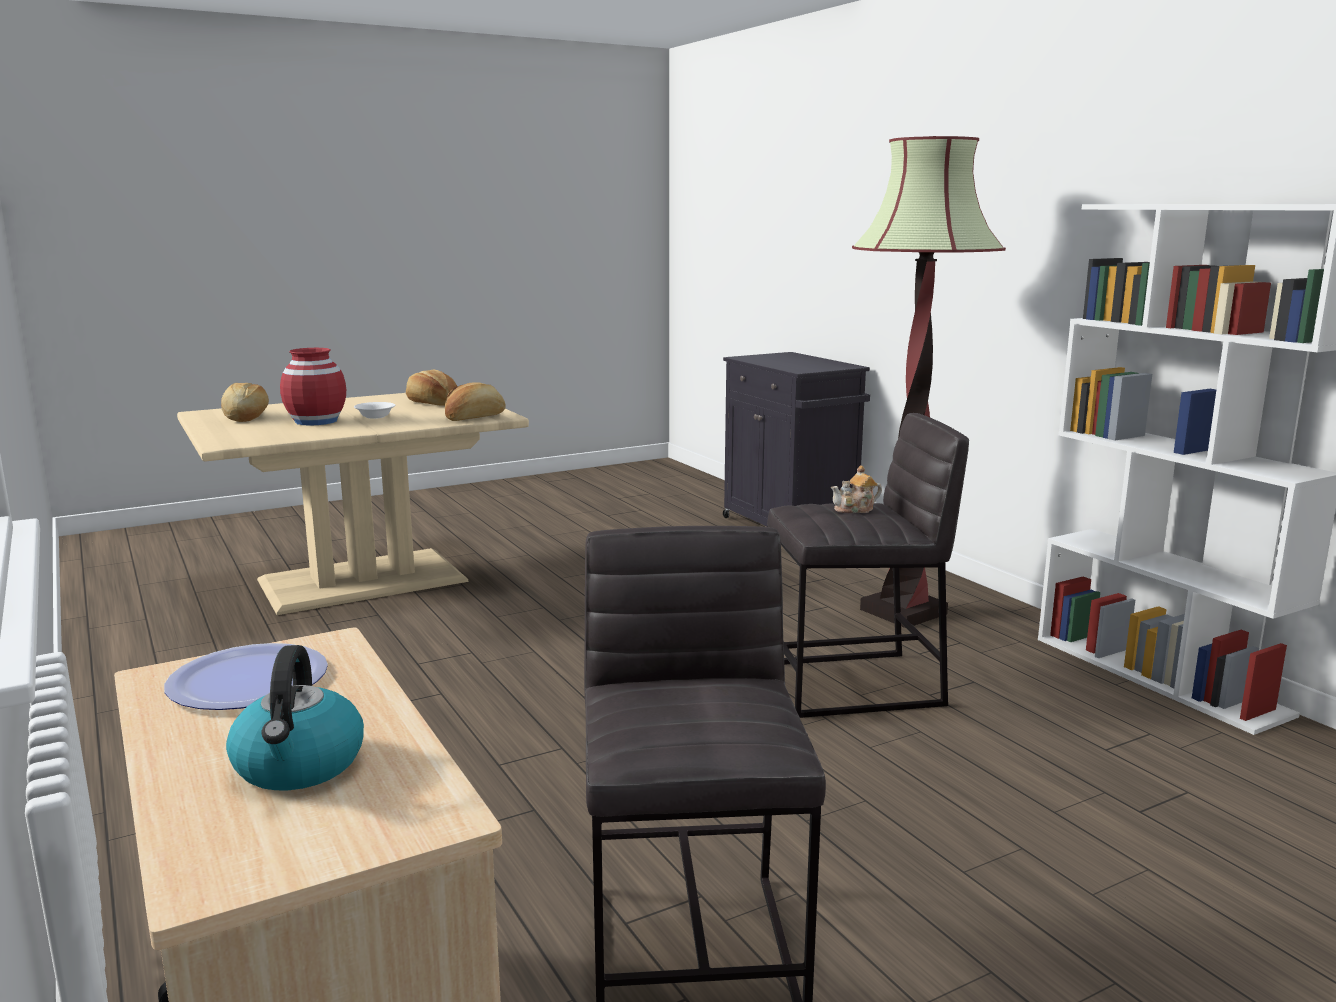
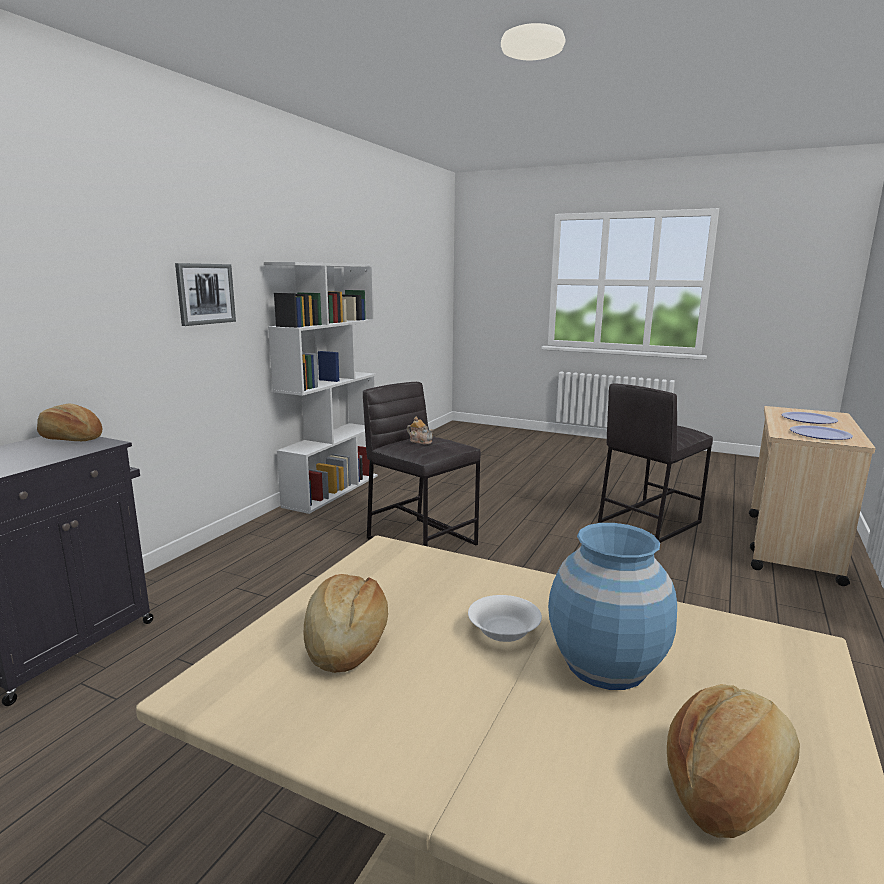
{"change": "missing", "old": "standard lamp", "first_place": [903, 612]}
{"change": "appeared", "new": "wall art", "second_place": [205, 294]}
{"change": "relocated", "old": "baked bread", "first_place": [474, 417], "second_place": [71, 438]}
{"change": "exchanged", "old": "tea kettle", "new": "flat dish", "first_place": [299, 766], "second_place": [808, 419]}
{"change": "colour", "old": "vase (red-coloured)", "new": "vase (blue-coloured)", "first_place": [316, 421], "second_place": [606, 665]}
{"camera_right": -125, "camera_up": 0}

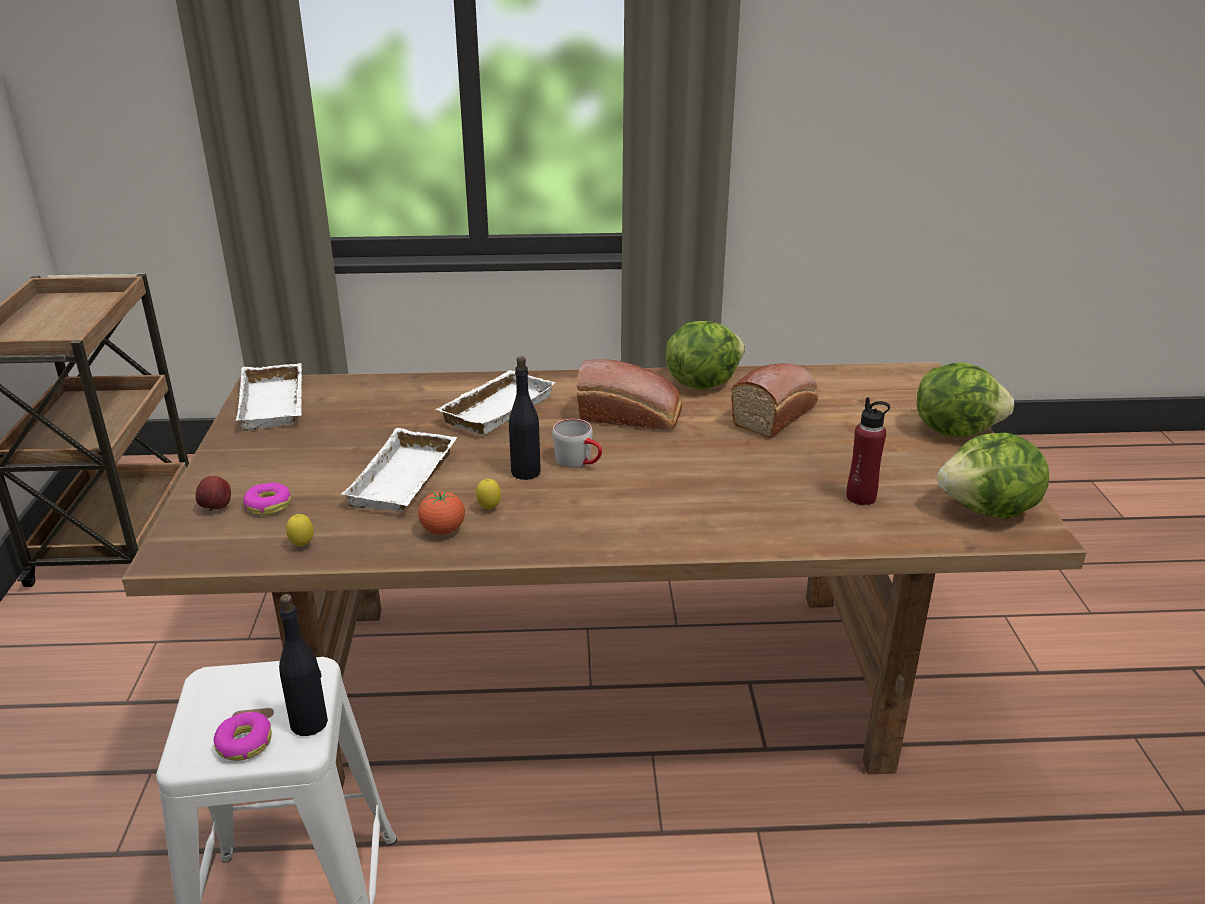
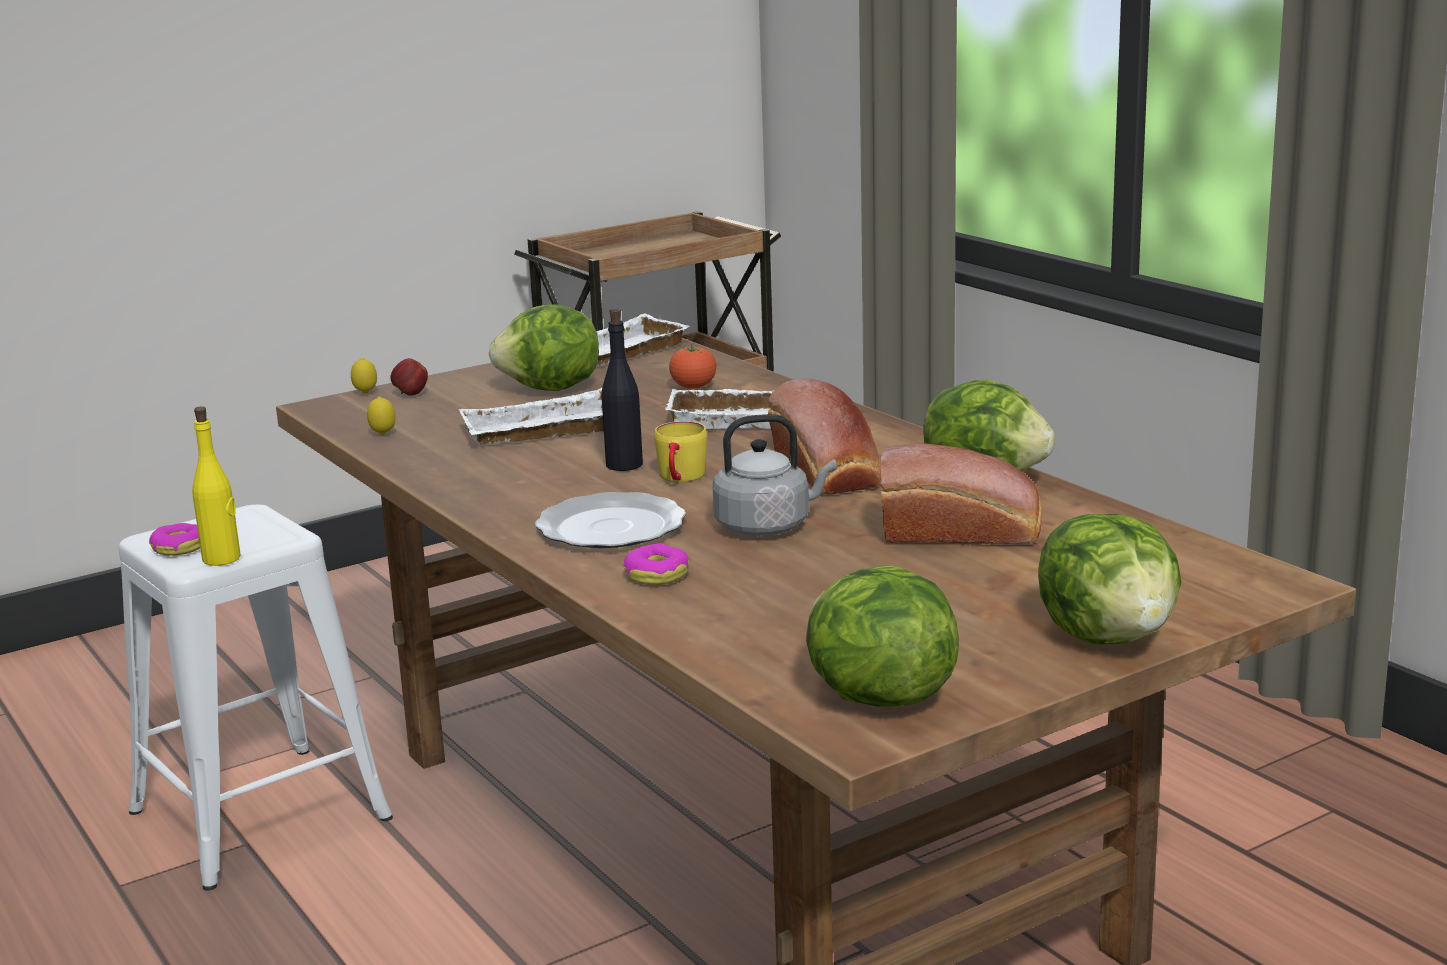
{"change": "missing", "old": "bottle (red-coloured)", "first_place": [861, 497]}
{"change": "appeared", "new": "lettuce", "second_place": [551, 389]}
{"change": "appeared", "new": "flat dish", "second_place": [610, 527]}
{"change": "appeared", "new": "tea kettle (grey)", "second_place": [768, 526]}
{"change": "relocated", "old": "ring doughnut", "first_place": [268, 505], "second_place": [656, 575]}
{"change": "relocated", "old": "fresh tomato", "first_place": [443, 530], "second_place": [693, 387]}
{"change": "relocated", "old": "lemon", "first_place": [489, 509], "second_place": [365, 393]}
{"change": "colour", "old": "bottle (black)", "new": "bottle (yellow)", "first_place": [309, 723], "second_place": [222, 559]}
{"change": "colour", "old": "coffee mug (grey)", "new": "coffee mug (yellow)", "first_place": [580, 462], "second_place": [680, 478]}
{"camera_right": 60, "camera_up": -10}

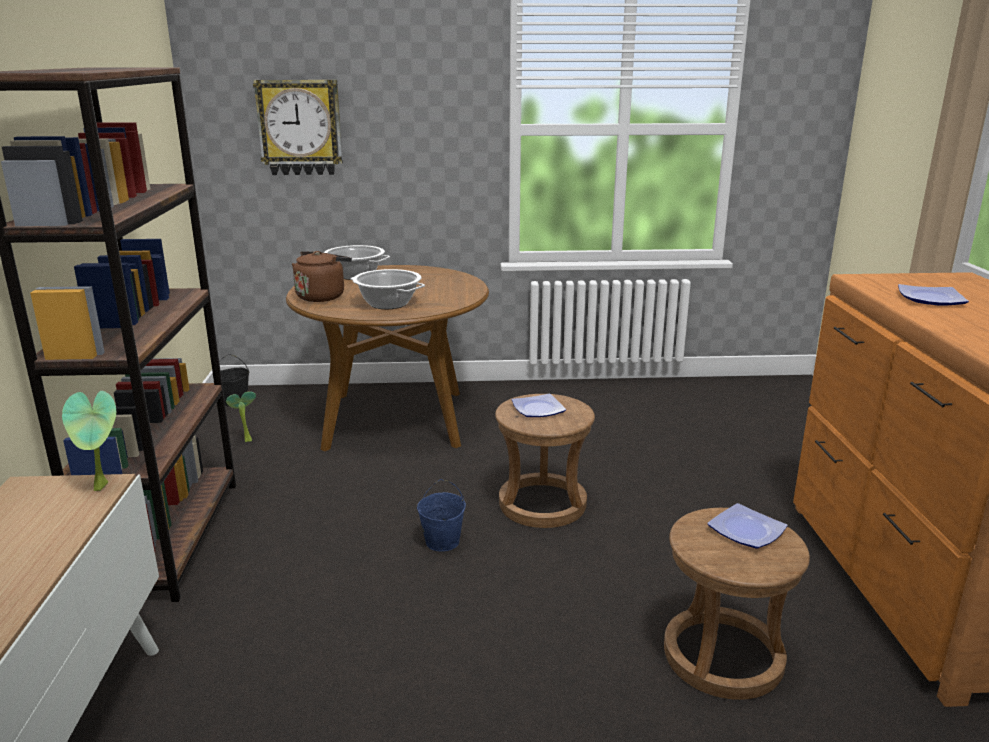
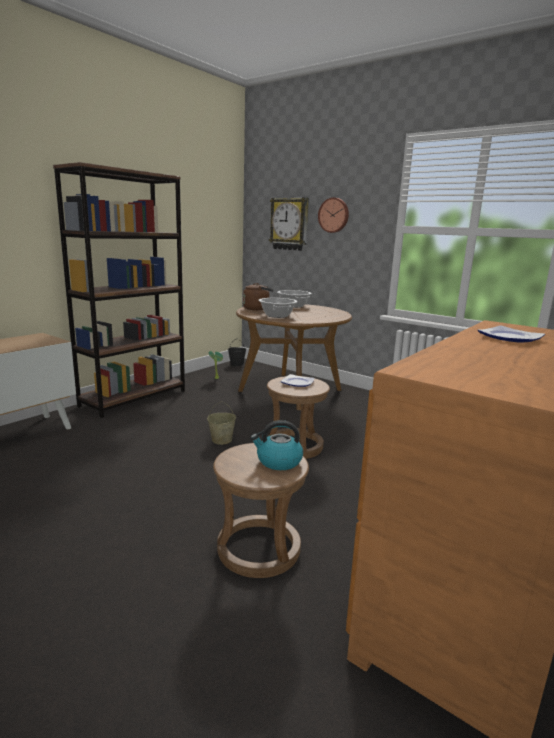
{"change": "missing", "old": "houseplant", "first_place": [103, 487]}
{"change": "appeared", "new": "hanging clock", "second_place": [334, 215]}
{"change": "exchanged", "old": "flat dish", "new": "tea kettle", "first_place": [748, 531], "second_place": [278, 461]}
{"change": "colour", "old": "bucket (blue-coloured)", "new": "bucket (sand-coloured)", "first_place": [442, 541], "second_place": [222, 440]}
{"camera_right": 40, "camera_up": -5}

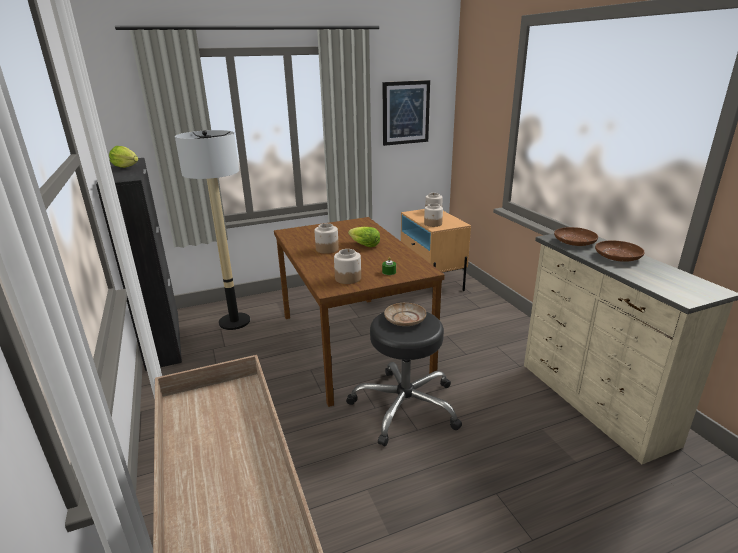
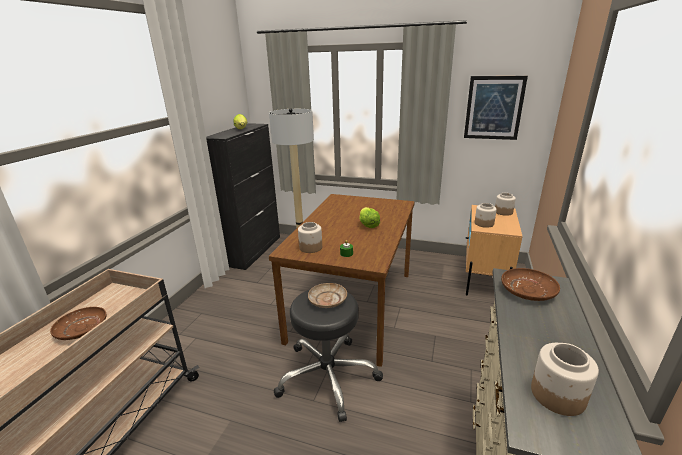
{"change": "relocated", "old": "preserve jar", "first_place": [327, 249], "second_place": [557, 395]}
{"change": "relocated", "old": "flat dish (brown-coloured)", "first_place": [618, 256], "second_place": [82, 328]}
{"camera_right": 40, "camera_up": 0}

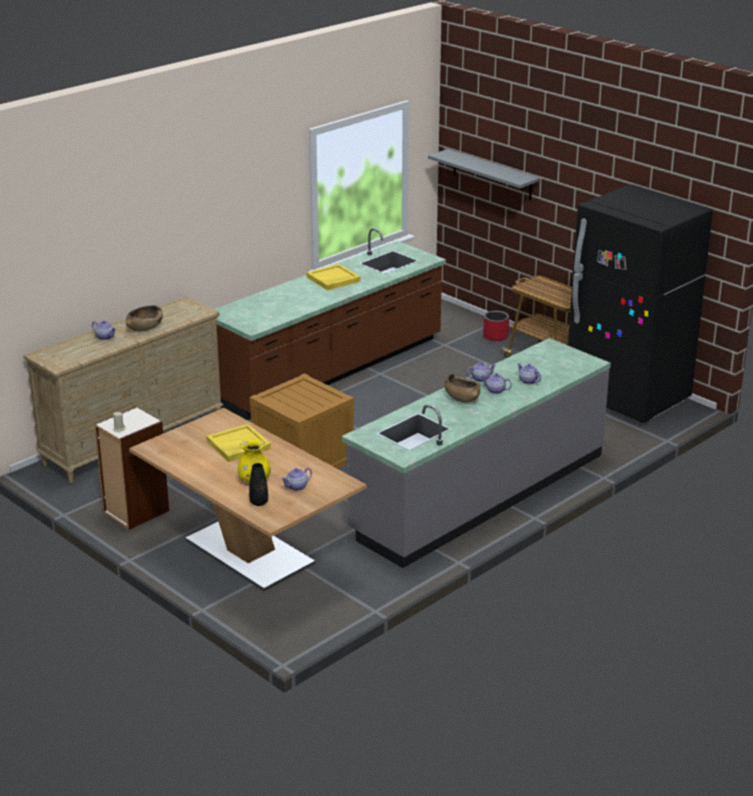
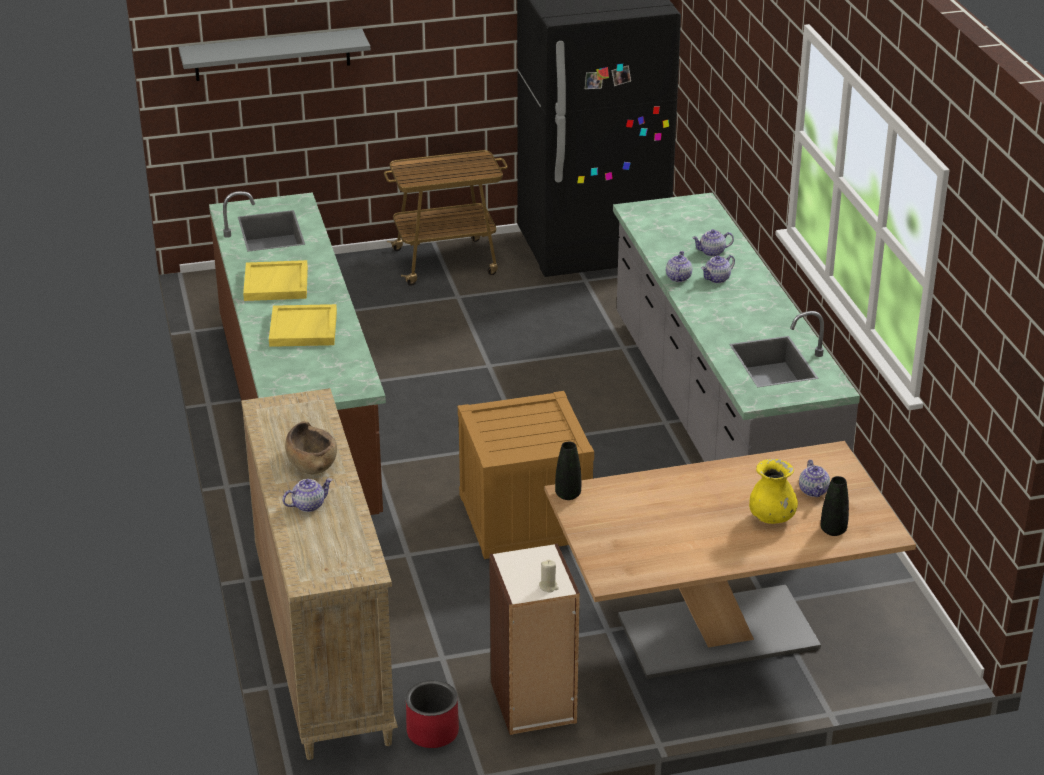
{"change": "missing", "old": "deep dish (brown-coloured)", "first_place": [461, 397]}
{"change": "appeared", "new": "vase (black)", "second_place": [568, 495]}
{"change": "relocated", "old": "serving tray (yellow)", "first_place": [238, 445], "second_place": [304, 329]}
{"change": "relocated", "old": "flower pot (red-coloured)", "first_place": [495, 336], "second_place": [433, 732]}
{"camera_right": -60, "camera_up": 5}

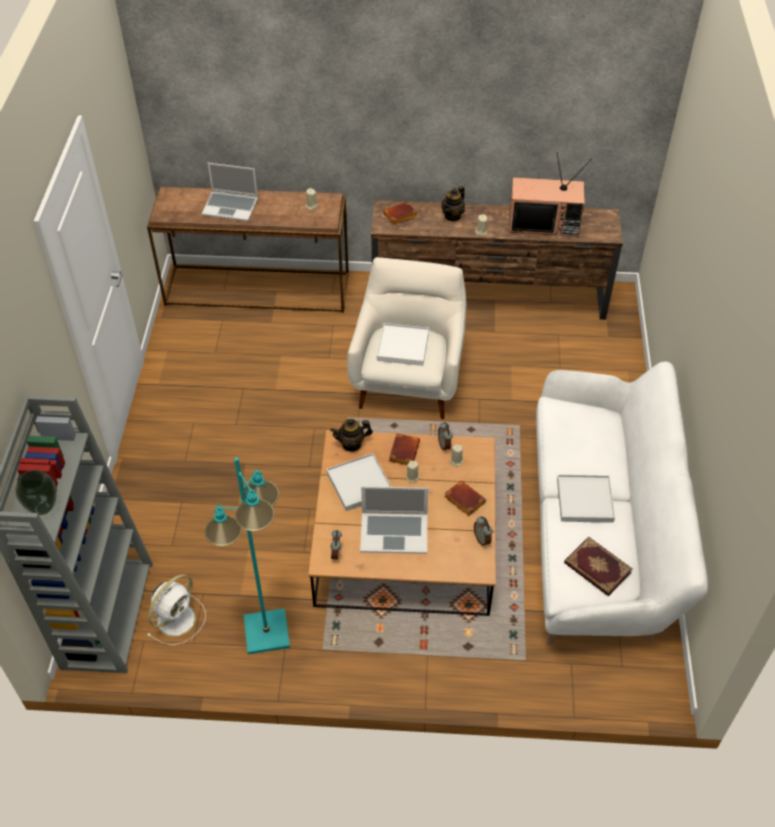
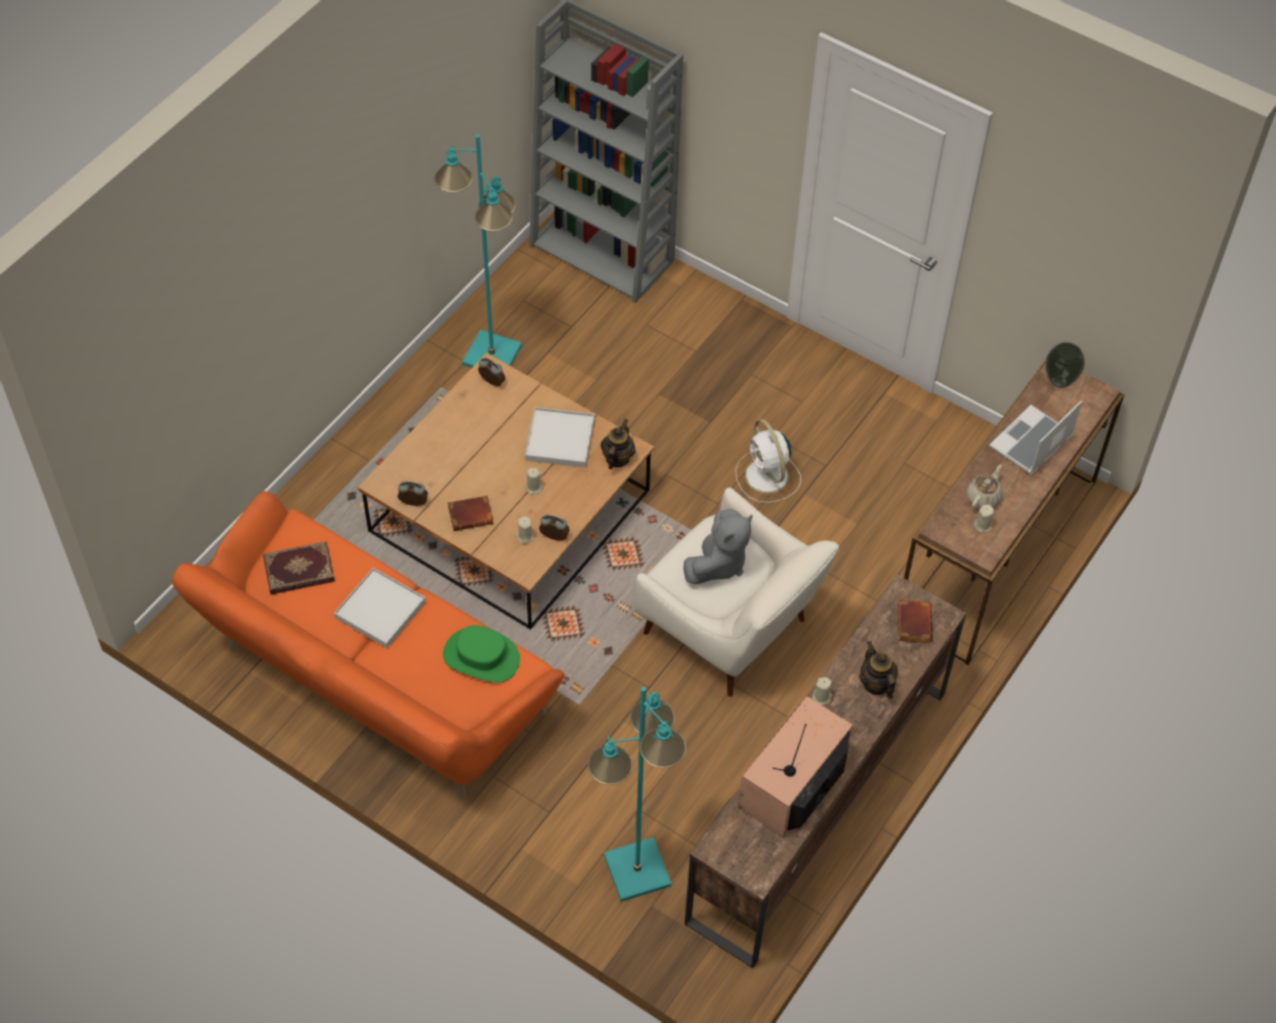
{"change": "missing", "old": "laptop", "first_place": [394, 532]}
{"change": "missing", "old": "volume (brown-coloured)", "first_place": [403, 451]}
{"change": "appeared", "new": "hat (green)", "second_place": [481, 656]}
{"change": "appeared", "new": "standard lamp (blue-green)", "second_place": [636, 871]}
{"change": "appeared", "new": "tea pot (sand-coloured)", "second_place": [983, 497]}
{"change": "relocated", "old": "vase", "first_place": [43, 508], "second_place": [1059, 382]}
{"change": "relocated", "old": "electric fan (whitish)", "first_place": [177, 618], "second_place": [767, 477]}
{"change": "exchanged", "old": "serving tray (whitish)", "new": "soft toy (grey)", "first_place": [403, 346], "second_place": [718, 563]}
{"change": "colour", "old": "couch (whitish)", "new": "couch (orange)", "first_place": [599, 536], "second_place": [375, 685]}
{"camera_right": 120, "camera_up": 5}

